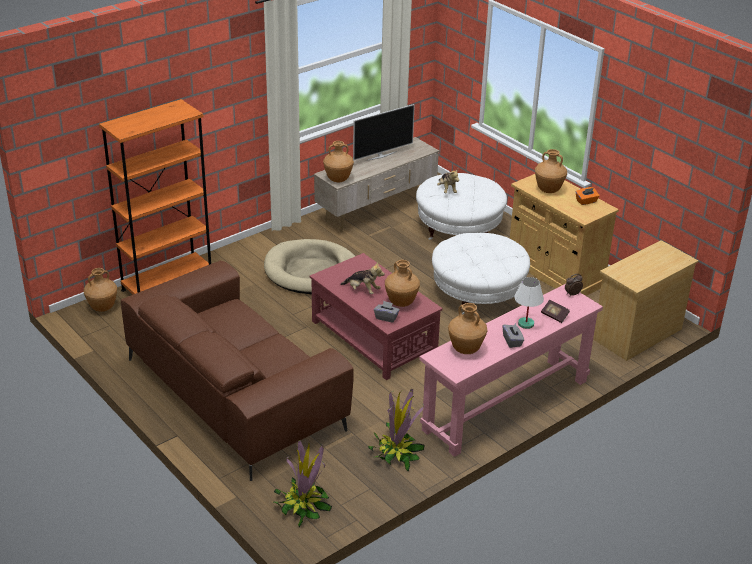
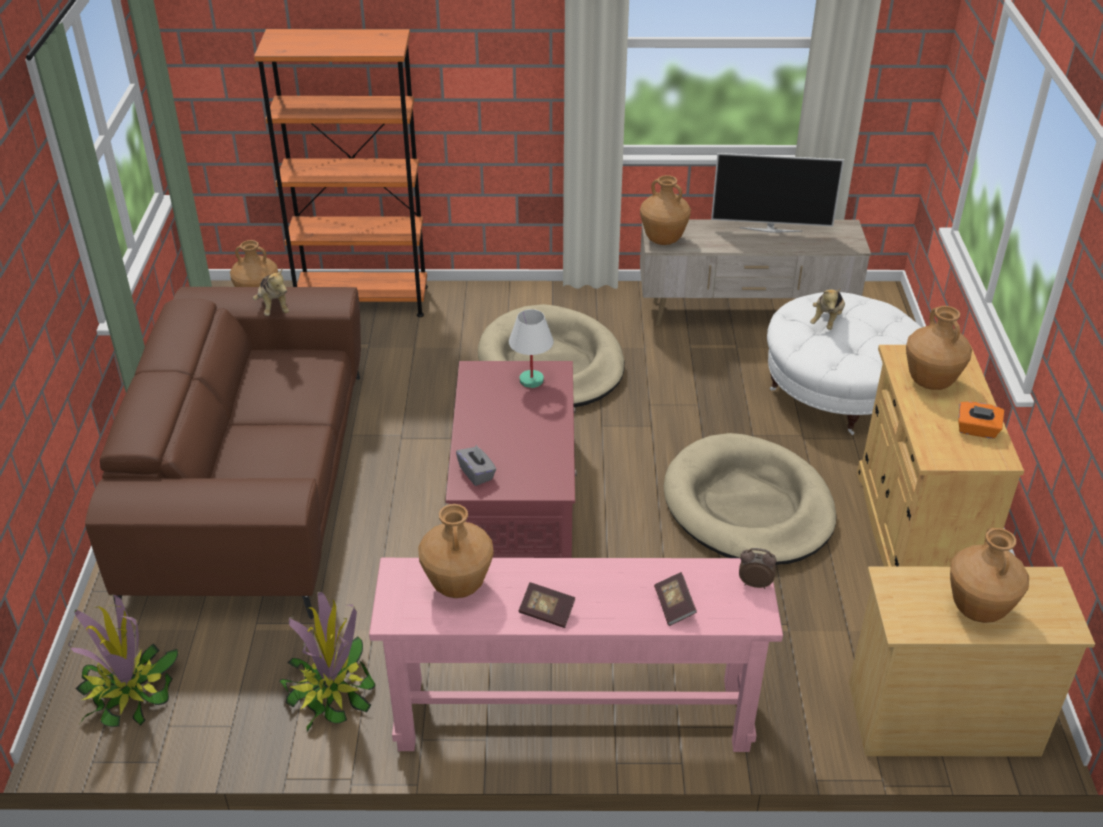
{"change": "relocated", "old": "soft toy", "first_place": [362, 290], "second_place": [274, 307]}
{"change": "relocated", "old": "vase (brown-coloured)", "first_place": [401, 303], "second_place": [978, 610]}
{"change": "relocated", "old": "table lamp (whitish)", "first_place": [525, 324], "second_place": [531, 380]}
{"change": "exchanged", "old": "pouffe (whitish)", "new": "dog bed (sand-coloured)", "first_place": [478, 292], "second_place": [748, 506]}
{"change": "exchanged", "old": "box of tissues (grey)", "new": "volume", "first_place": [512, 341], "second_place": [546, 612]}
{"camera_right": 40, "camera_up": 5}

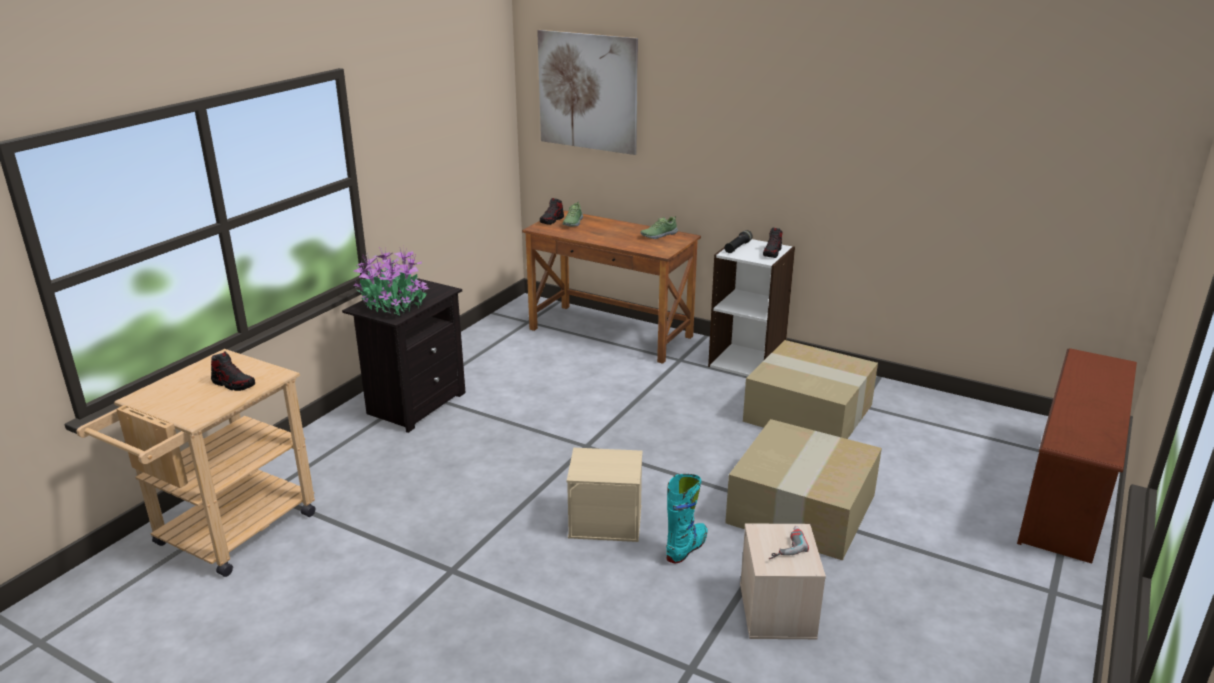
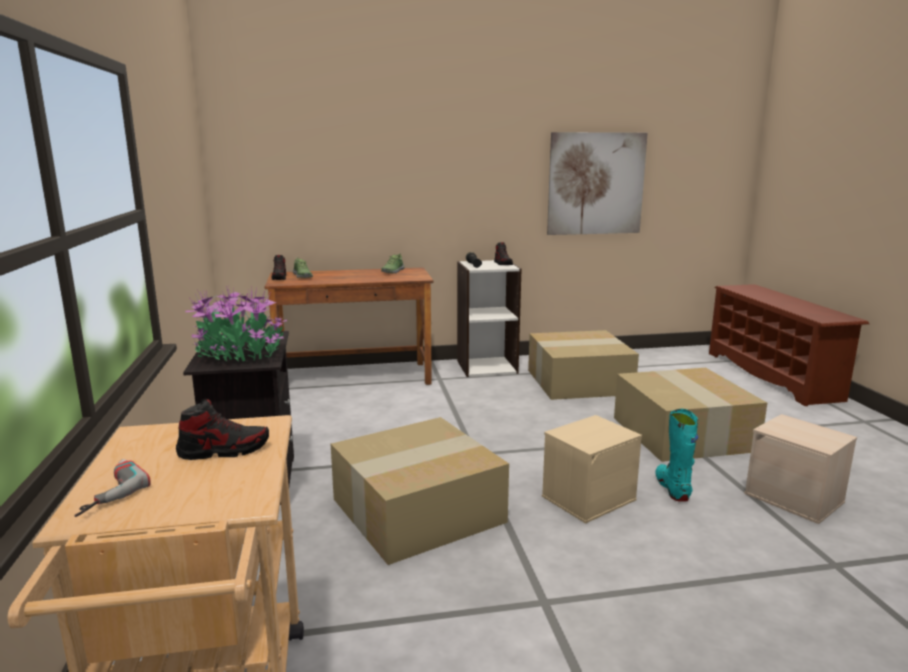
{"change": "appeared", "new": "cardboard box", "second_place": [417, 512]}
{"change": "relocated", "old": "wall art", "first_place": [587, 91], "second_place": [596, 184]}
{"change": "relocated", "old": "electric drill", "first_place": [783, 545], "second_place": [104, 492]}
{"camera_right": -40, "camera_up": -10}

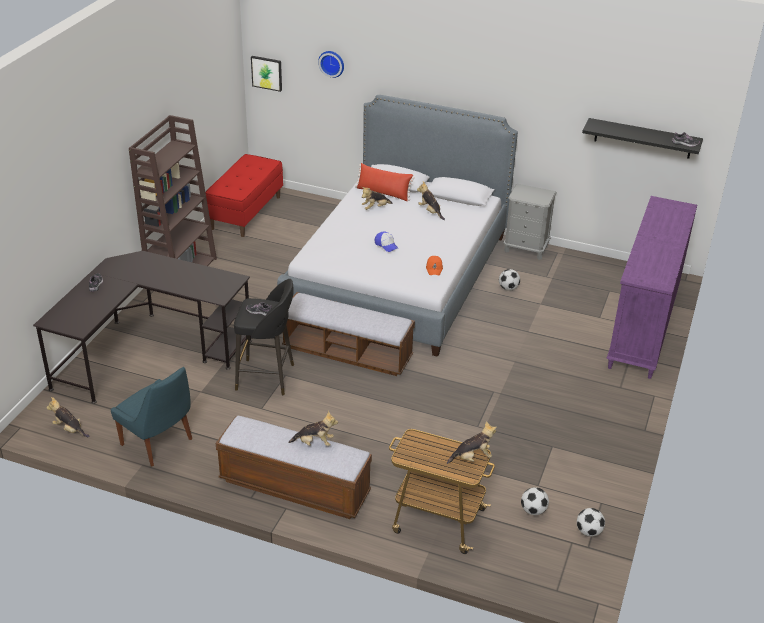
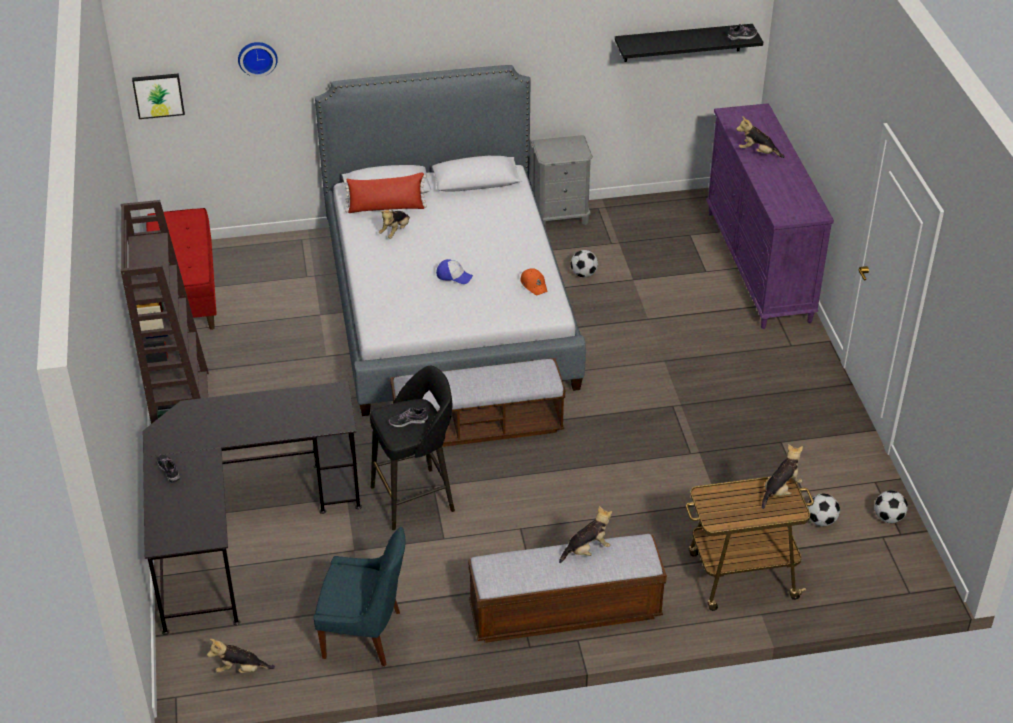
{"change": "relocated", "old": "soft toy", "first_place": [430, 212], "second_place": [758, 152]}
{"camera_right": -30, "camera_up": 5}

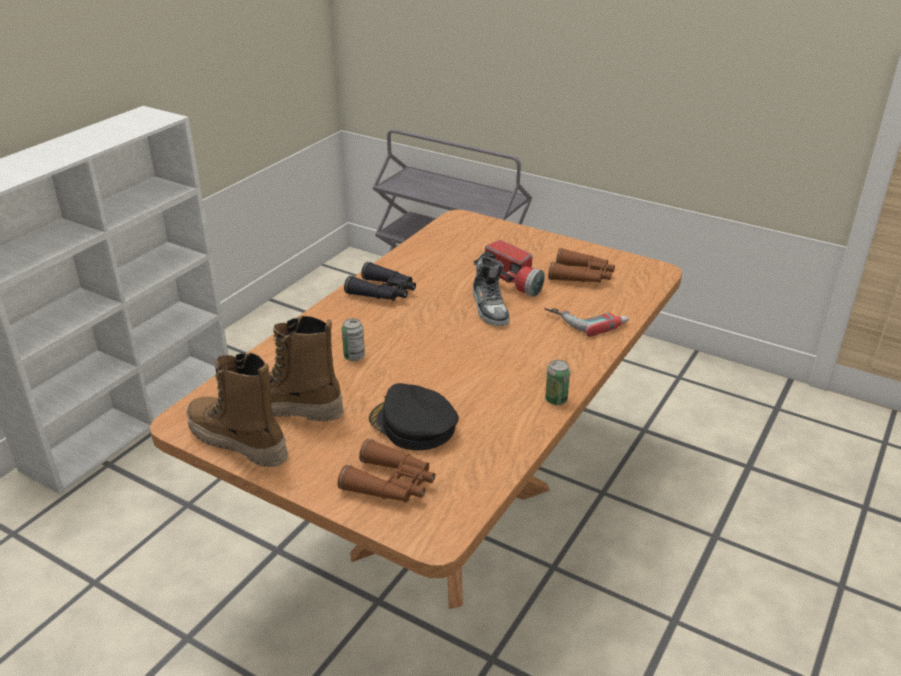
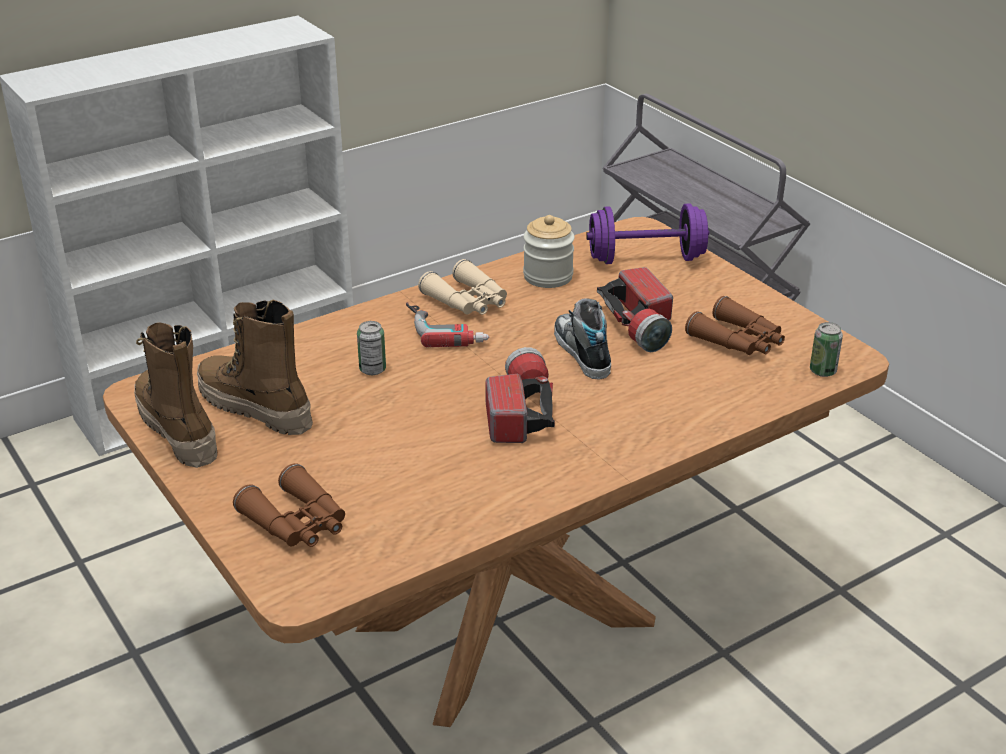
{"change": "missing", "old": "baseball cap (black)", "first_place": [413, 425]}
{"change": "appeared", "new": "torch", "second_place": [519, 411]}
{"change": "appeared", "new": "preserve jar", "second_place": [548, 276]}
{"change": "appeared", "new": "hand weight (purple)", "second_place": [646, 259]}
{"change": "relocated", "old": "electric drill", "first_place": [586, 319], "second_place": [447, 328]}
{"change": "relocated", "old": "can", "first_place": [556, 400], "second_place": [822, 371]}
{"change": "colour", "old": "field glasses (black)", "new": "field glasses (sand-coloured)", "first_place": [383, 292], "second_place": [468, 302]}
{"change": "spun", "old": "shoe", "first_place": [490, 308], "second_place": [581, 352], "degrees": 150}
{"camera_right": 25, "camera_up": 0}

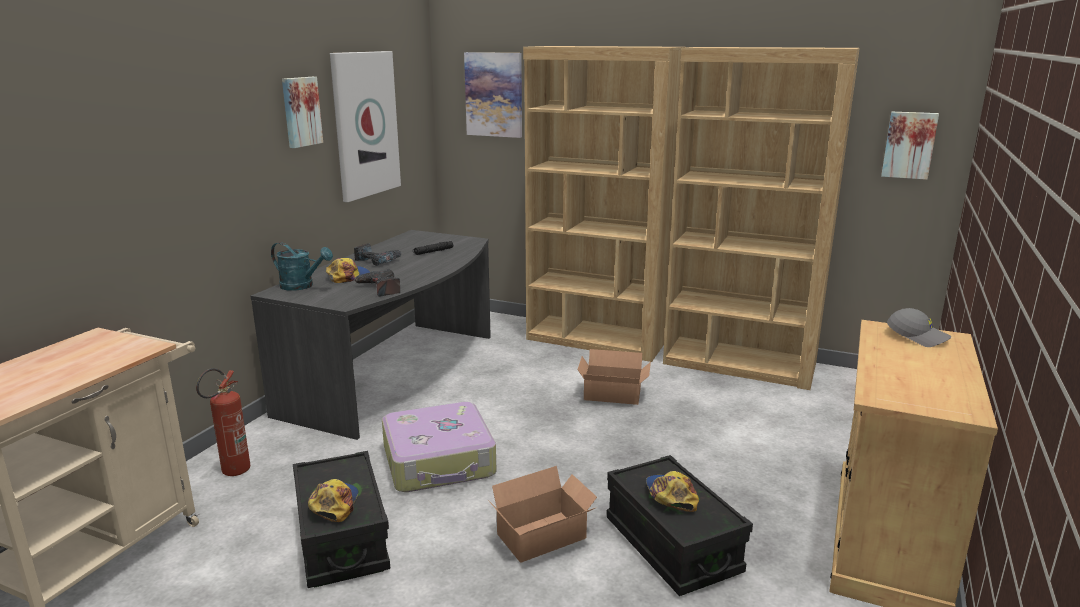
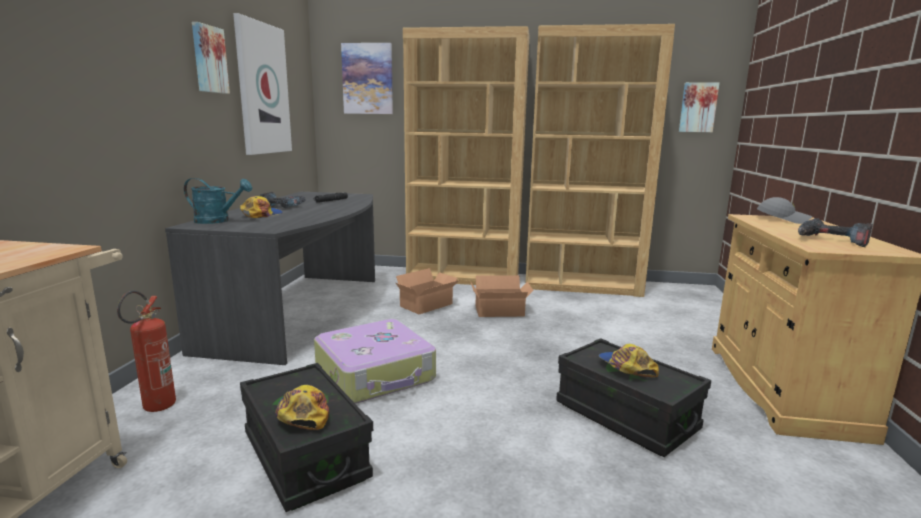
{"change": "relocated", "old": "electric drill", "first_place": [380, 289], "second_place": [831, 240]}
{"change": "relocated", "old": "cardboard box", "first_place": [545, 537], "second_place": [428, 305]}
{"camera_right": -15, "camera_up": -5}

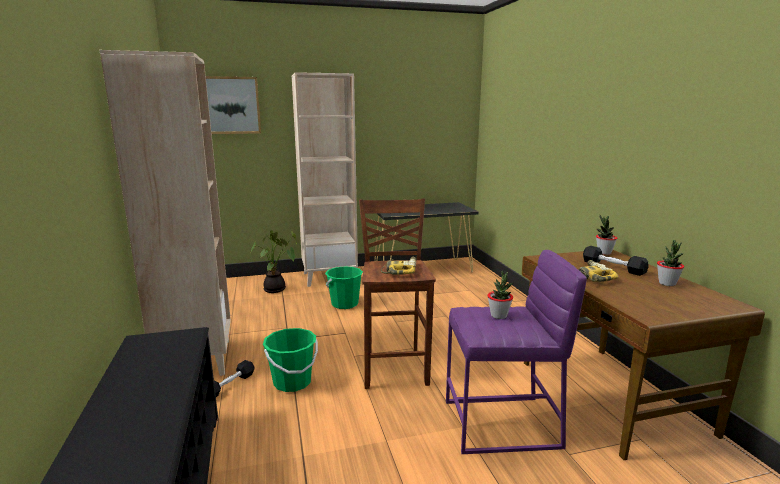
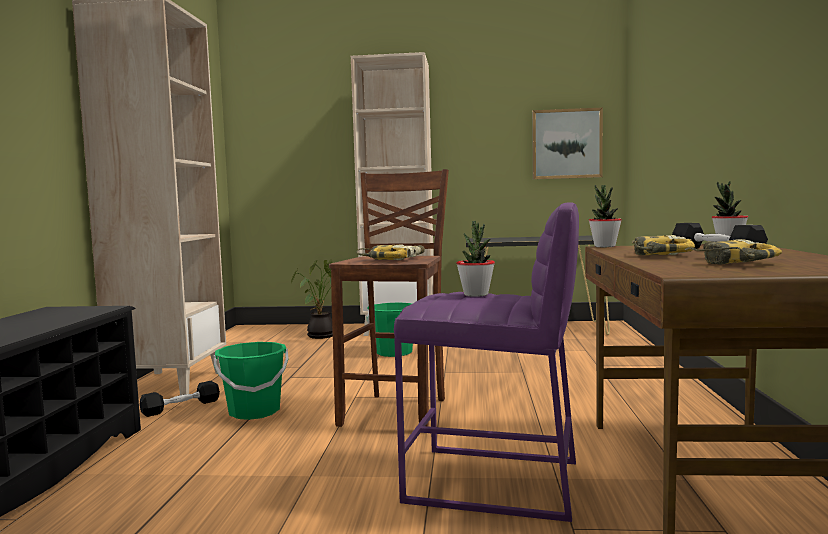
{"change": "appeared", "new": "electric drill", "second_place": [726, 262]}
{"change": "relocated", "old": "wall art", "first_place": [230, 105], "second_place": [566, 144]}
{"change": "relocated", "old": "houseplant", "first_place": [667, 283], "second_place": [604, 246]}
{"camera_right": 20, "camera_up": -10}

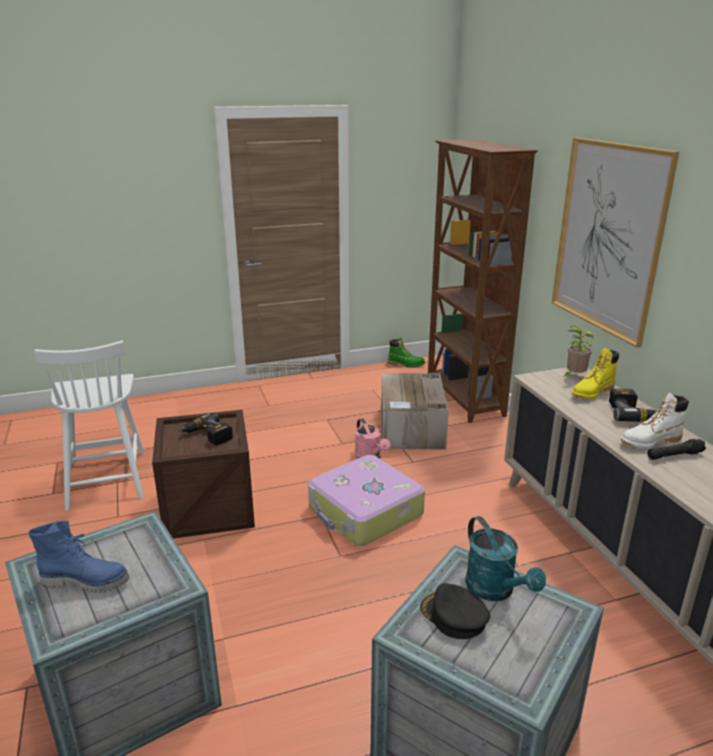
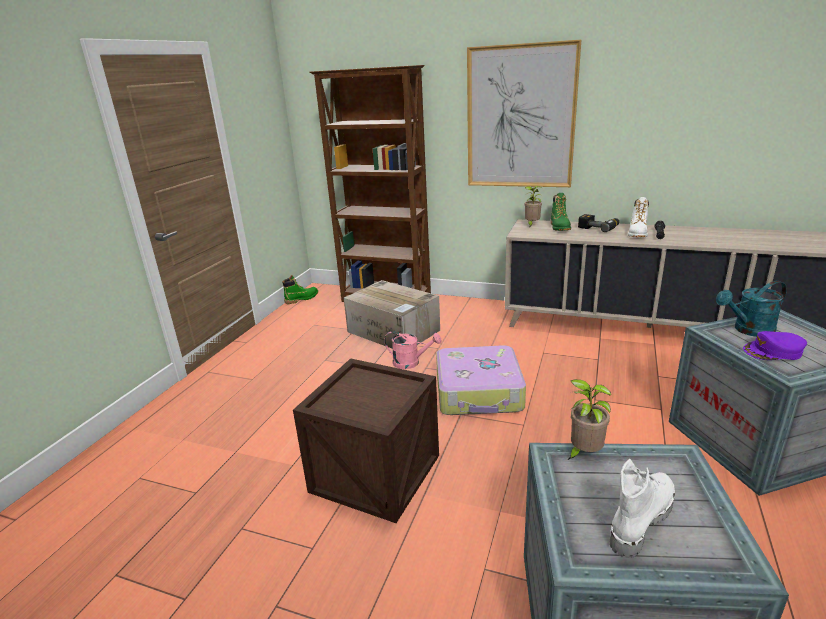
{"change": "missing", "old": "upright chair (whitish)", "first_place": [106, 478]}
{"change": "missing", "old": "electric drill", "first_place": [207, 436]}
{"change": "appeared", "new": "houseplant", "second_place": [583, 453]}
{"change": "colour", "old": "boot (blue-coloured)", "new": "boot (whitish)", "first_place": [86, 581], "second_place": [639, 519]}
{"change": "colour", "old": "baseball cap (black)", "new": "baseball cap (purple)", "first_place": [453, 616], "second_place": [773, 351]}
{"change": "colour", "old": "boot (yellow)", "new": "boot (green)", "first_place": [592, 392], "second_place": [560, 227]}
{"change": "spun", "old": "watering pot (blue-green)", "first_place": [496, 590], "second_place": [748, 330], "degrees": 150}
{"camera_right": -50, "camera_up": 0}

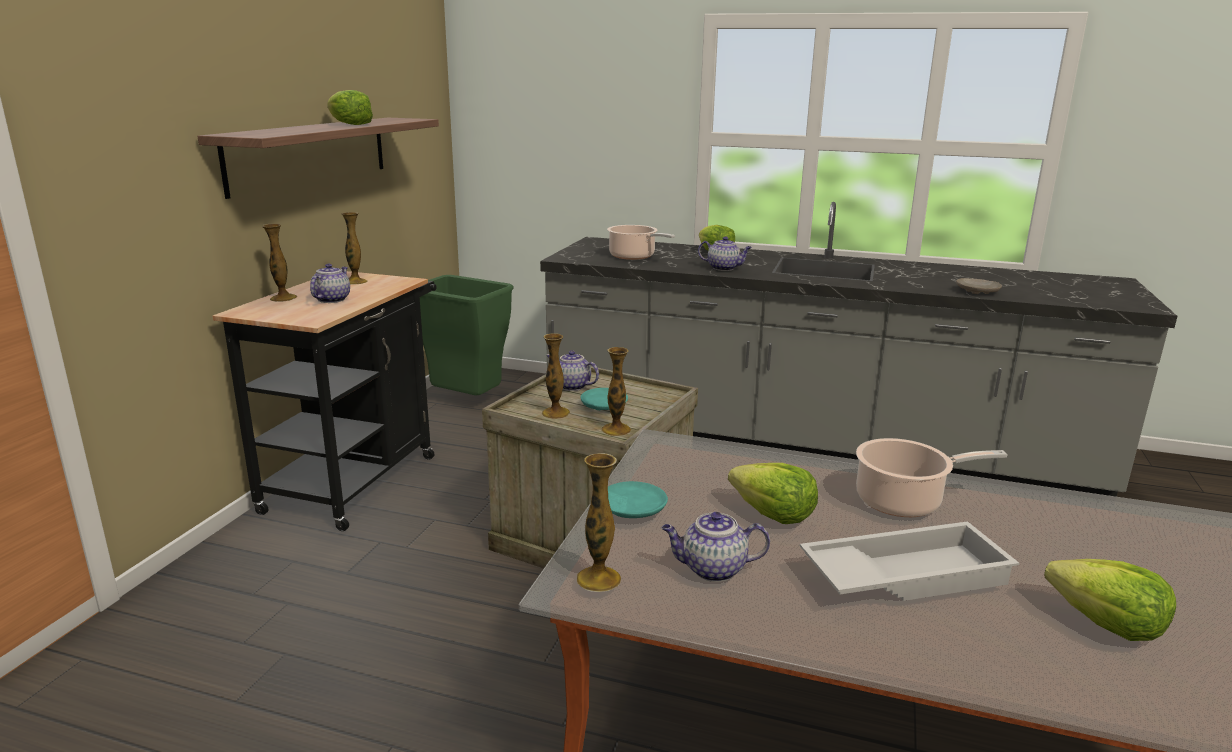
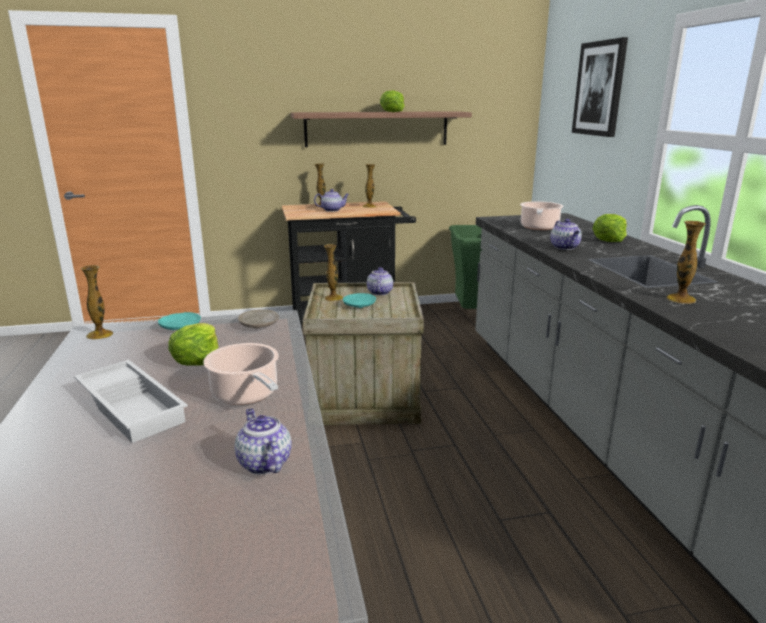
{"change": "missing", "old": "lettuce", "first_place": [1106, 623]}
{"change": "appeared", "new": "wall art", "second_place": [599, 89]}
{"change": "relocated", "old": "vase", "first_place": [616, 429], "second_place": [681, 299]}
{"change": "relocated", "old": "tea pot", "first_place": [712, 569], "second_place": [263, 463]}
{"change": "relocated", "old": "flat dish (sand-coloured)", "first_place": [977, 292], "second_place": [259, 325]}
{"camera_right": 60, "camera_up": 0}

